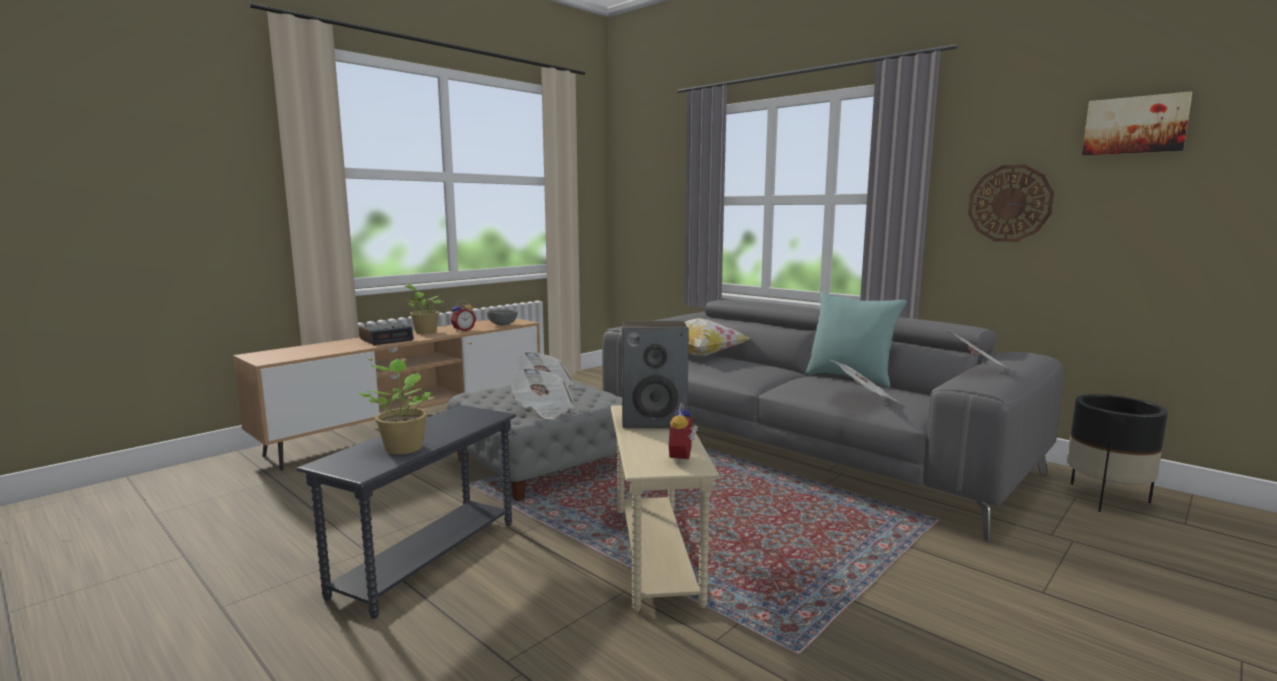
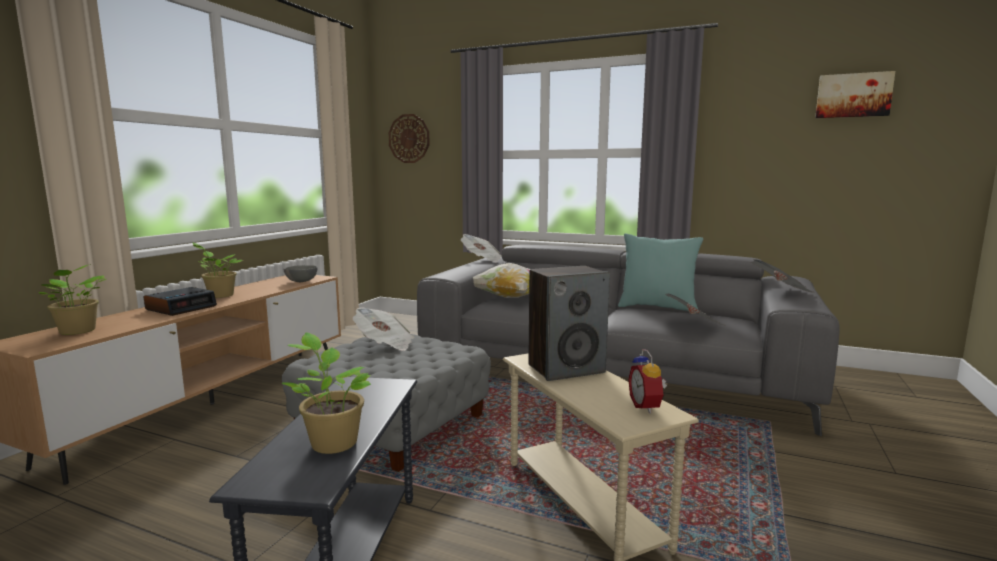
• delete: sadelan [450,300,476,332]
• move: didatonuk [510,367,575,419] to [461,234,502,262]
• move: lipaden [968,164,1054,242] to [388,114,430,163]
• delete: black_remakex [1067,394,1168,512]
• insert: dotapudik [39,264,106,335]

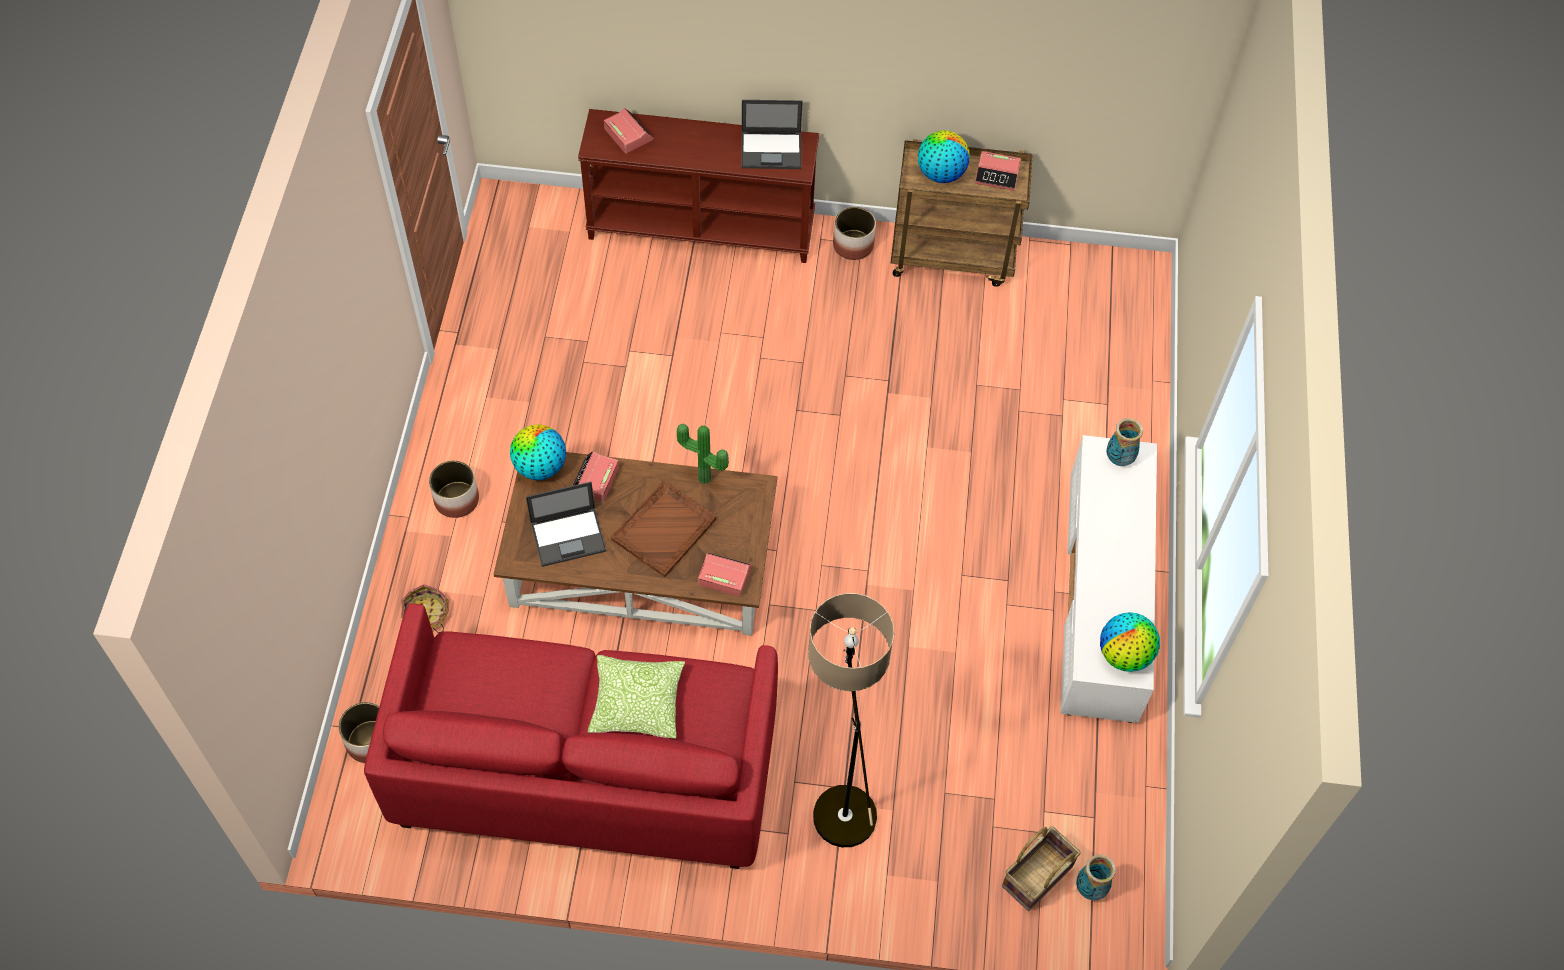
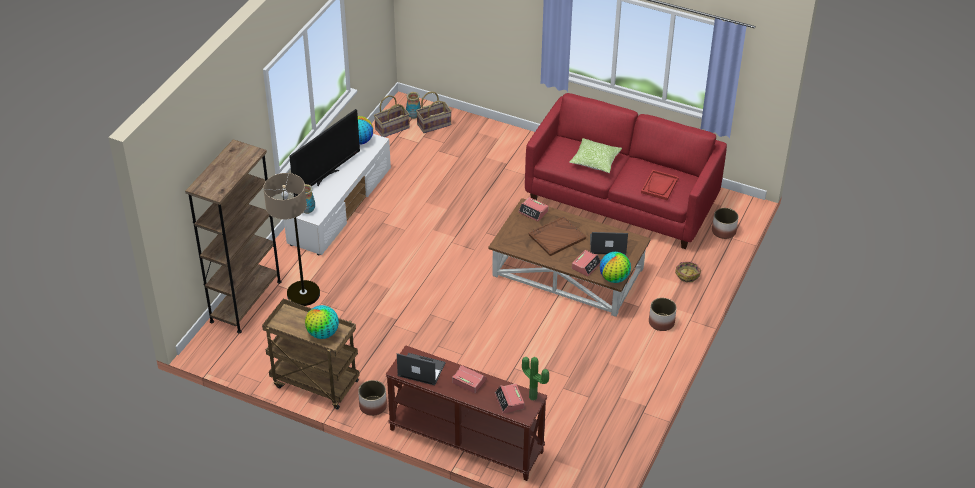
• move: dotapudik [677,424,729,484] to [522,357,549,401]
• move: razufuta [808,593,894,847] to [263,173,320,306]
• move: sadelan [975,151,1021,191] to [452,365,487,393]
• insert: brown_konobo [185,139,282,333]
• insert: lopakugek [289,109,360,197]
• insert: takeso [374,95,410,137]
• insert: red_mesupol [641,170,679,200]

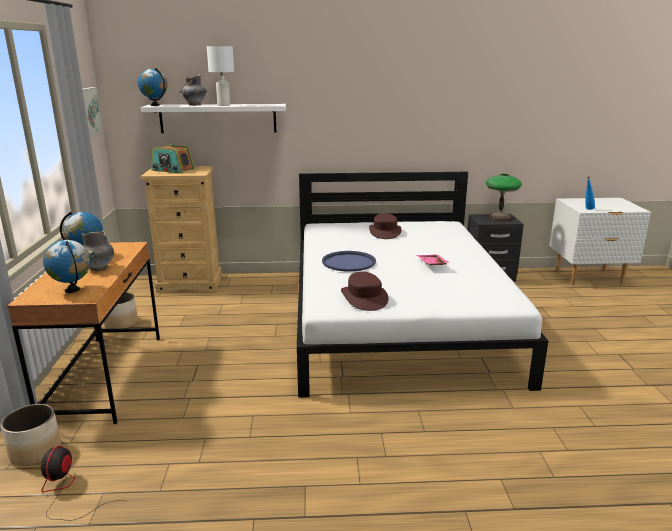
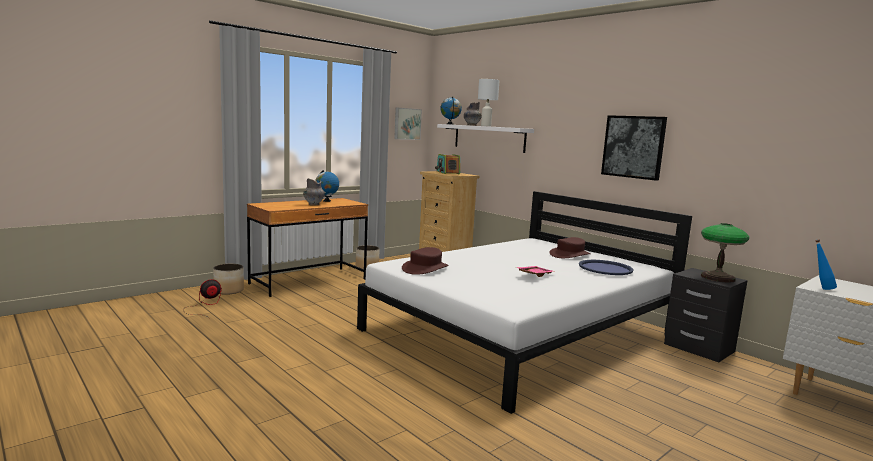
• delete: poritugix [43,240,91,293]
• move: blue_mesupol [322,251,376,272] to [579,260,634,275]
• insert: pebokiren [601,115,667,181]

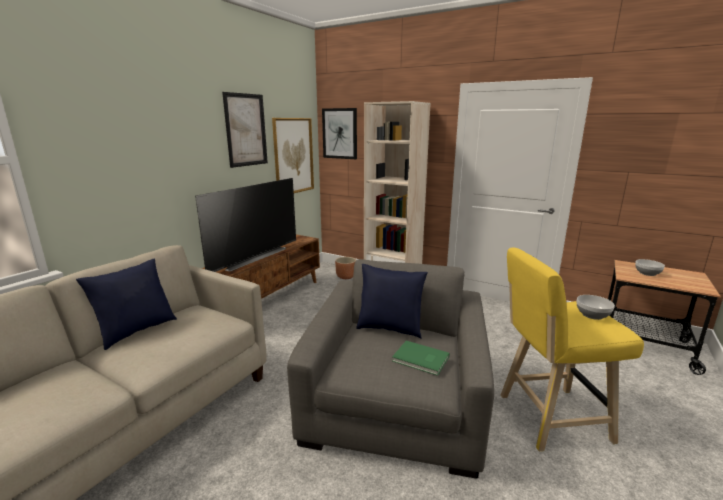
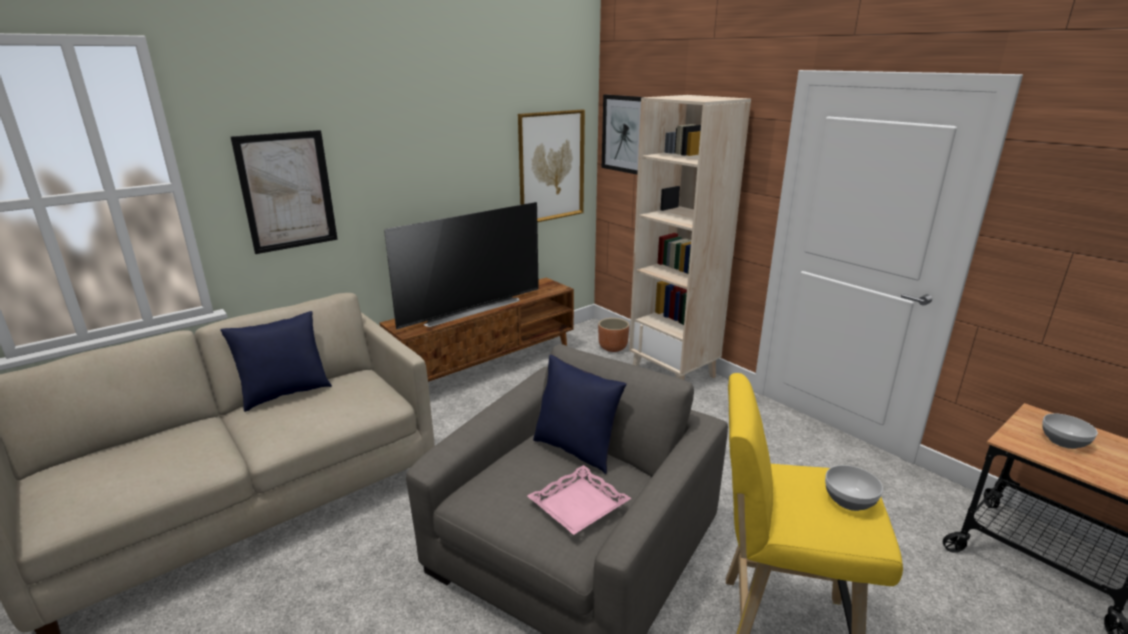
• move: pebokiren [222,92,268,168] to [231,130,338,254]
• replace: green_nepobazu [392,341,450,376] to pink_mesupol [527,465,632,535]

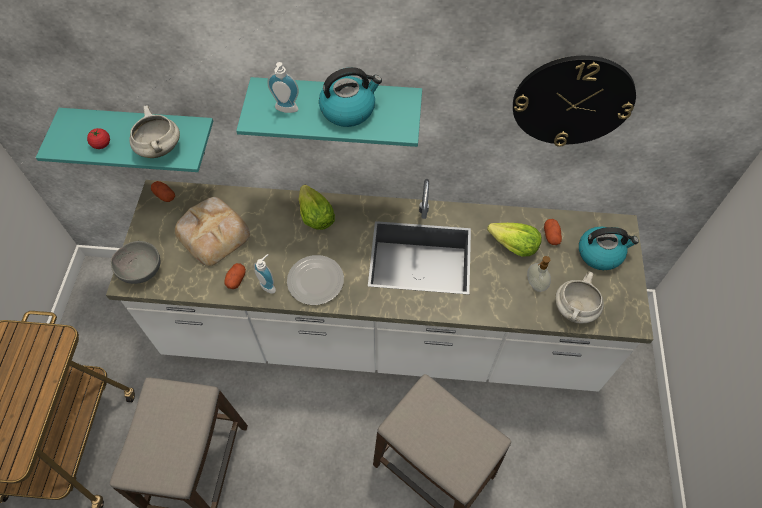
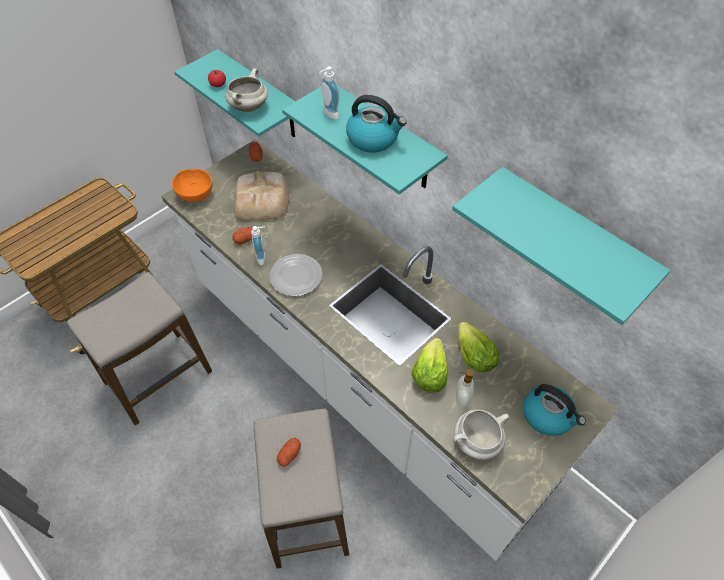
• recolor: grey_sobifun [111,241,160,284] to orange_sobifun [172,169,212,202]
• move: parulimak [298,185,335,230] to [411,338,448,393]
• replace: lipaden [513,56,636,147] to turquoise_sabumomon [452,167,671,325]
• move: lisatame [544,219,562,245] to [277,438,301,467]

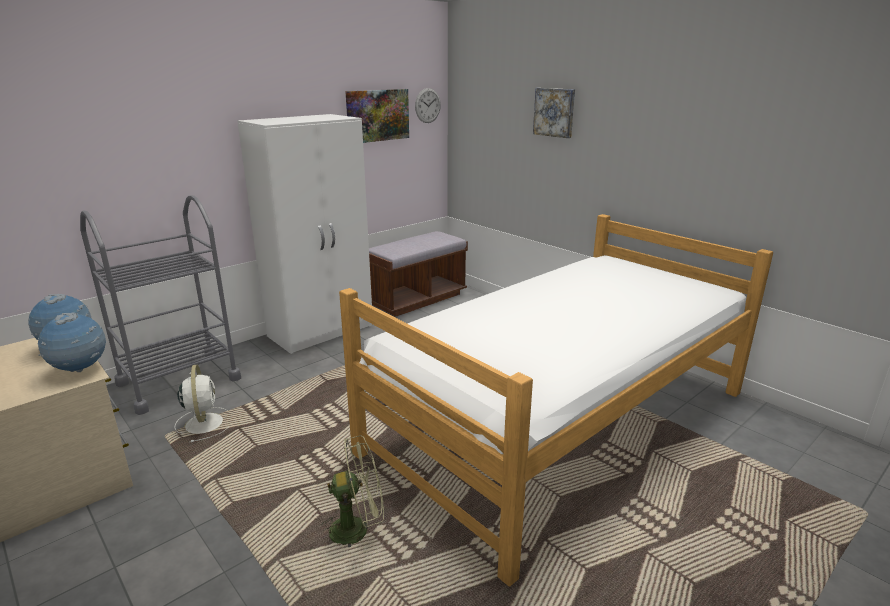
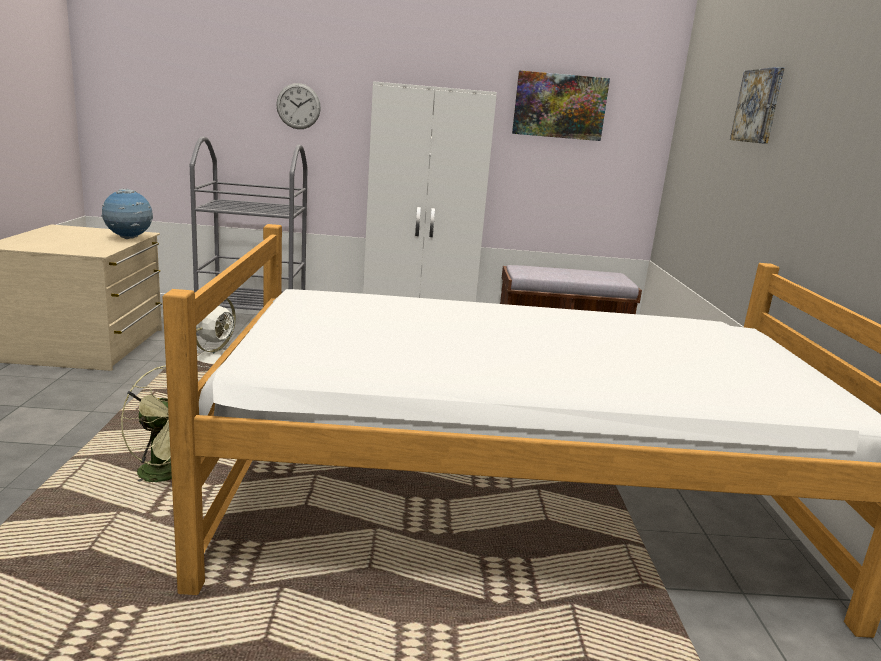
• delete: poritugix [38,312,107,372]
• move: lipaden [415,88,441,123] to [276,83,321,129]

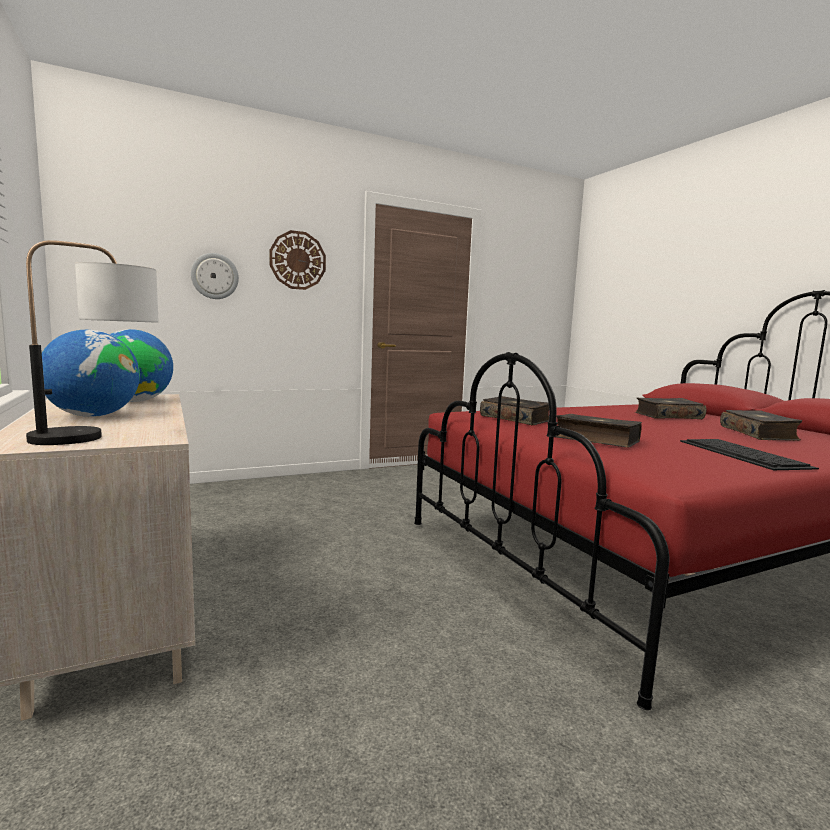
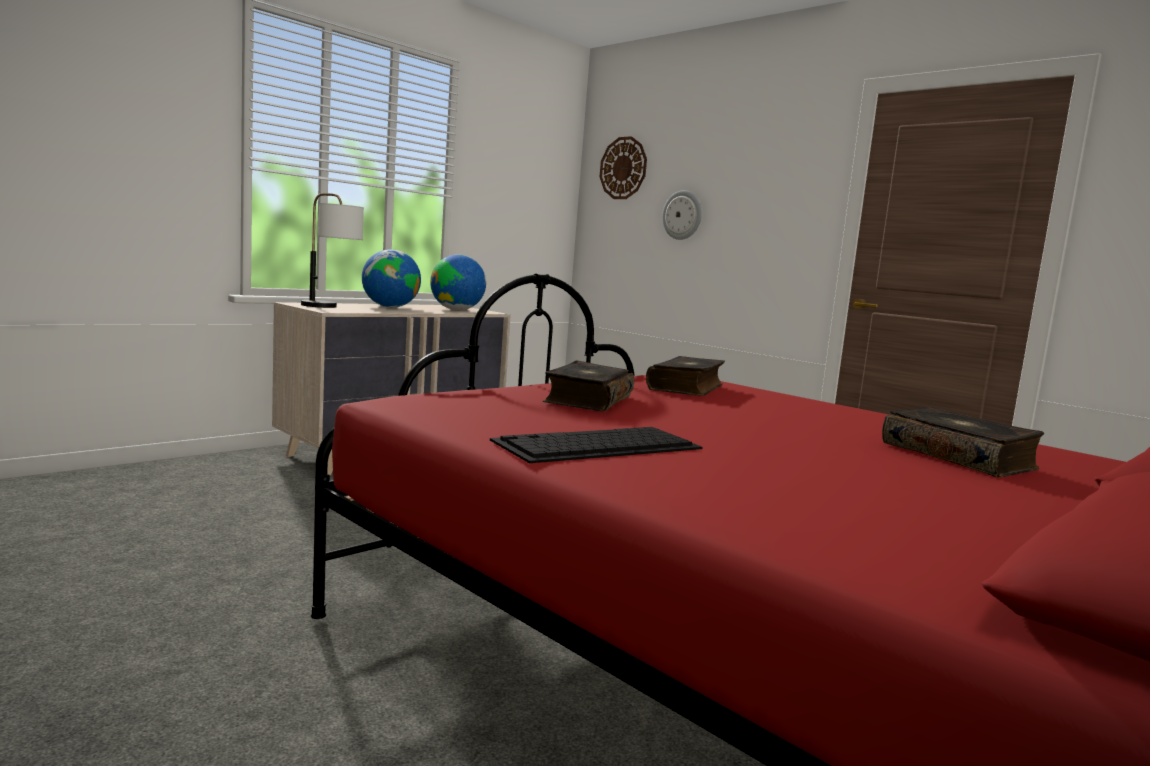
• move: lipaden [269,230,326,290] to [600,136,647,199]
• delete: nepobazu [720,410,803,441]

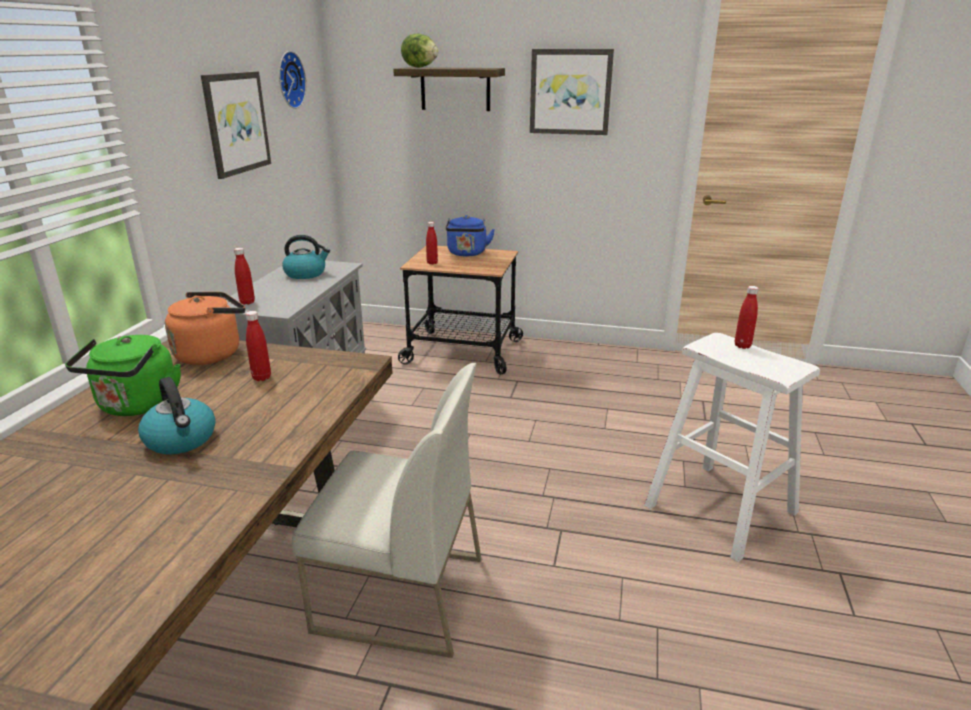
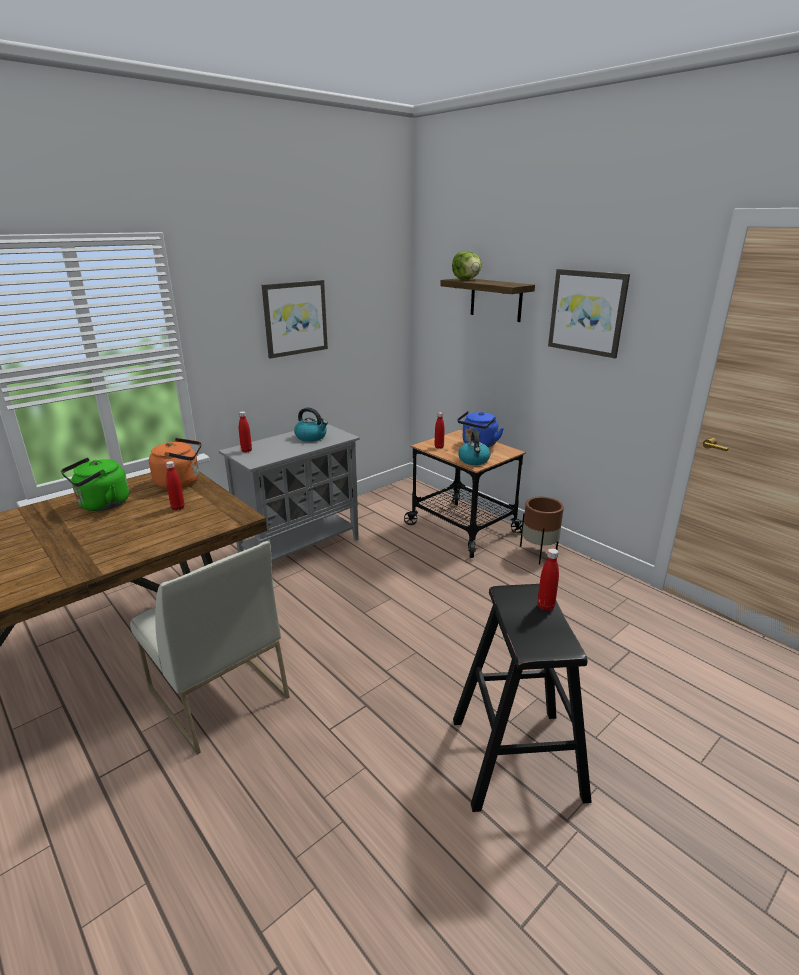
• move: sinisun [138,377,216,454] to [458,431,490,465]
• delete: lipaden [279,51,306,109]
• recolor: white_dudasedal [644,333,820,562] to black_dudasedal [453,584,592,812]
• insert: brown_remakex [520,496,564,564]

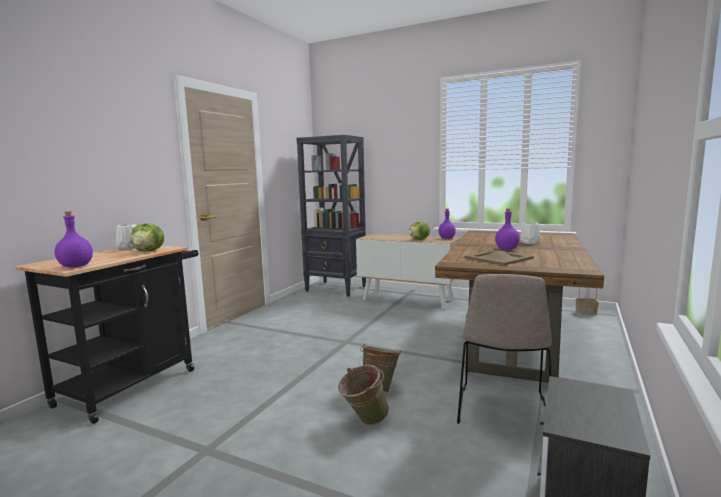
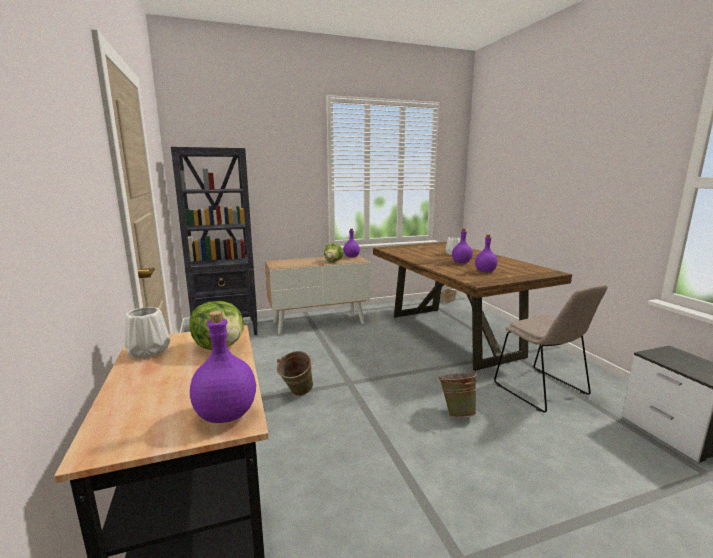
• move: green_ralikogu [338,365,389,425] to [277,351,313,396]
• replace: beige_mesupol [464,250,534,266] to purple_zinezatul [475,234,498,272]

